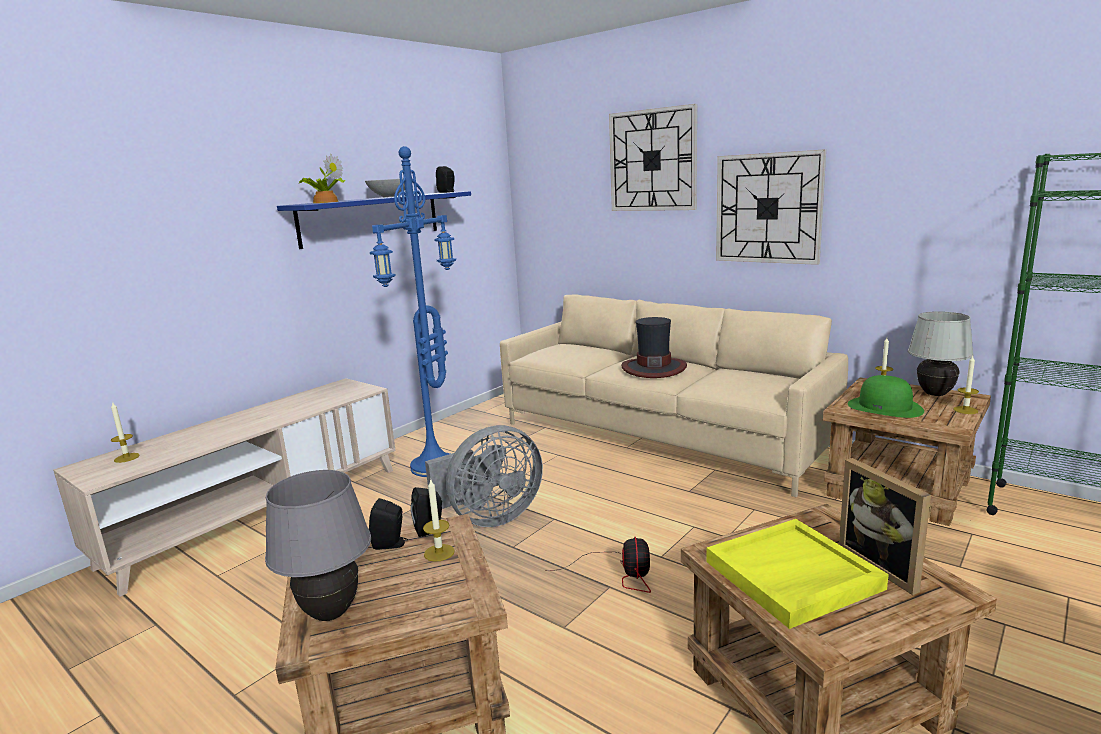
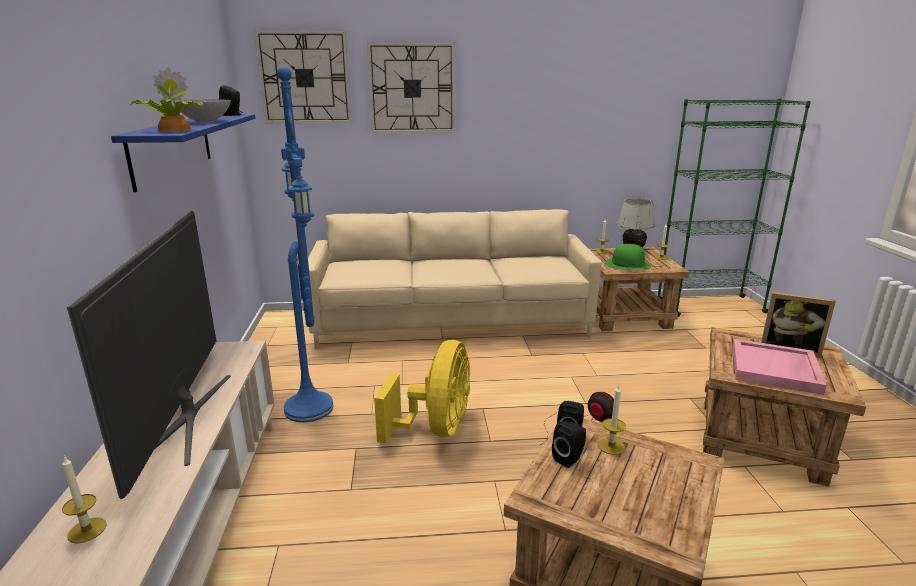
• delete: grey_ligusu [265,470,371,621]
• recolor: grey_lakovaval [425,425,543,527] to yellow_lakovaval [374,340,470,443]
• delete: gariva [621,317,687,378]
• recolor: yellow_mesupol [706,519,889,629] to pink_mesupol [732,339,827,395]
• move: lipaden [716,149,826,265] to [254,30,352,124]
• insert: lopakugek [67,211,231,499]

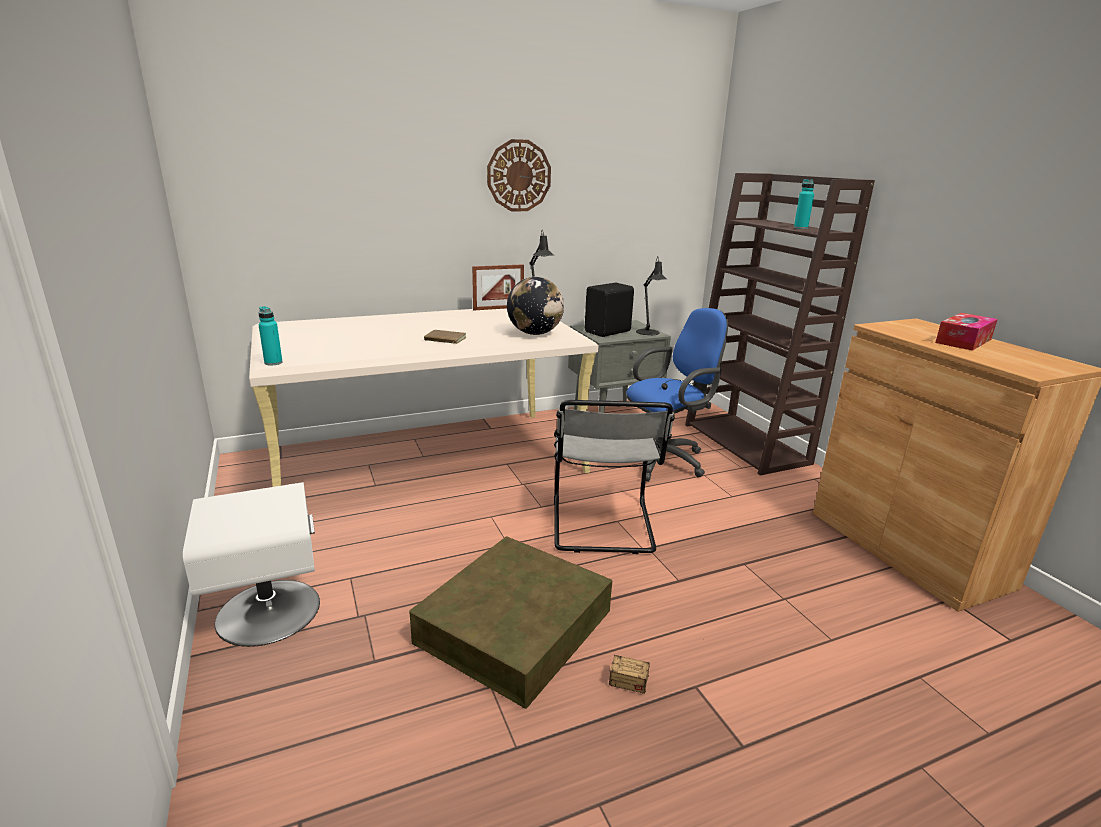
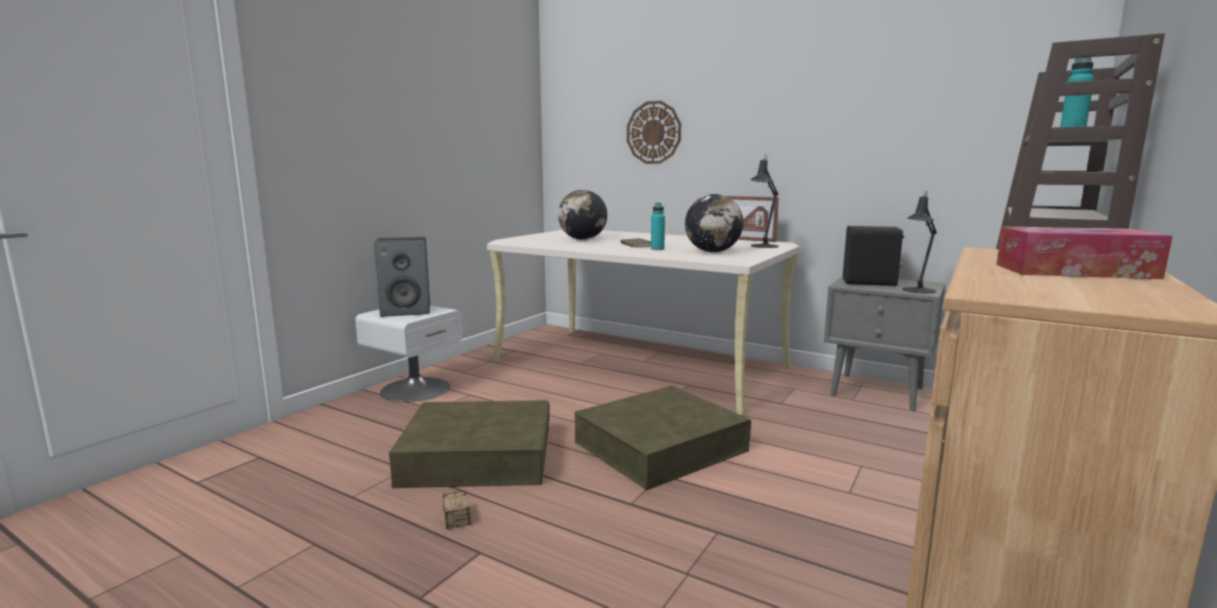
• move: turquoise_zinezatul [258,306,283,365] to [651,202,665,250]
• move: lipaden [487,139,551,211] to [627,101,681,164]
• replace: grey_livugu [554,400,675,554] to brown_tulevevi [575,386,751,490]
• delete: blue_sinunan [627,308,728,482]
• insert: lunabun [374,237,430,317]
• insert: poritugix [558,190,607,240]

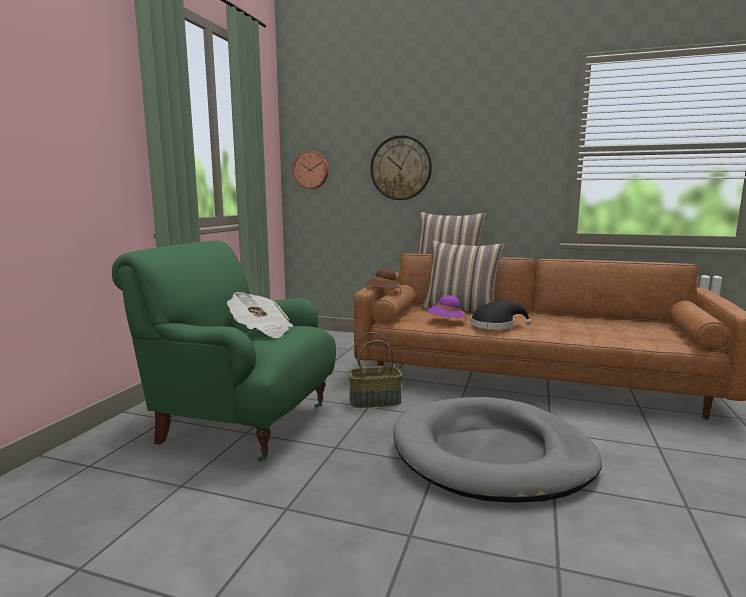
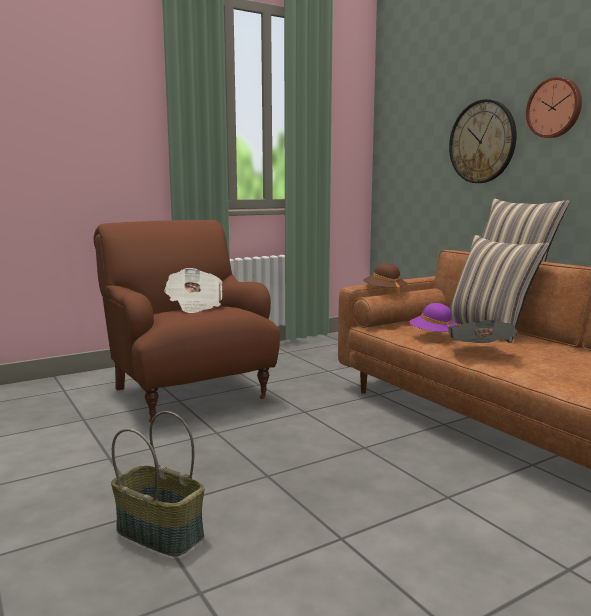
• recolor: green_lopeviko [112,241,336,462] to brown_lopeviko [94,220,280,423]
• move: lipaden [293,151,328,189] to [526,77,582,138]
• move: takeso [348,332,403,408] to [111,411,205,556]
• delete: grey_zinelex [393,397,602,503]
• replace: black_gariva [471,300,531,330] to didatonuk [447,320,518,343]

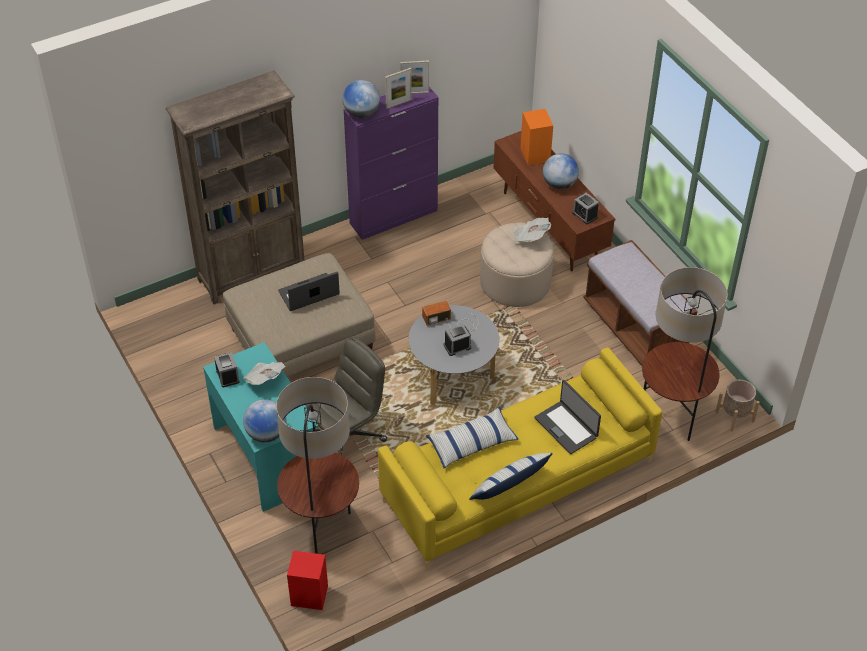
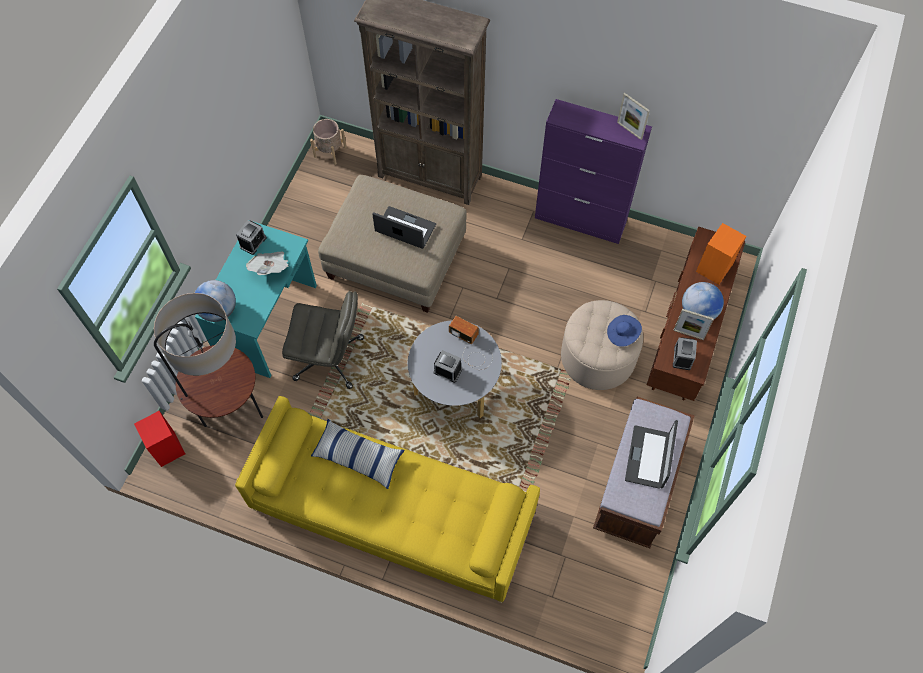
• delete: poritugix [342,80,380,118]
• move: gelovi [385,68,412,109] to [673,309,714,340]
• delete: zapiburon [469,453,553,500]
• replace: didatonuk [513,218,551,243] to blue_gariva [607,315,642,347]
• move: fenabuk [534,380,601,454] to [625,420,678,489]
• delete: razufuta [642,267,728,441]
• move: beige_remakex [715,380,760,432] to [310,119,346,165]

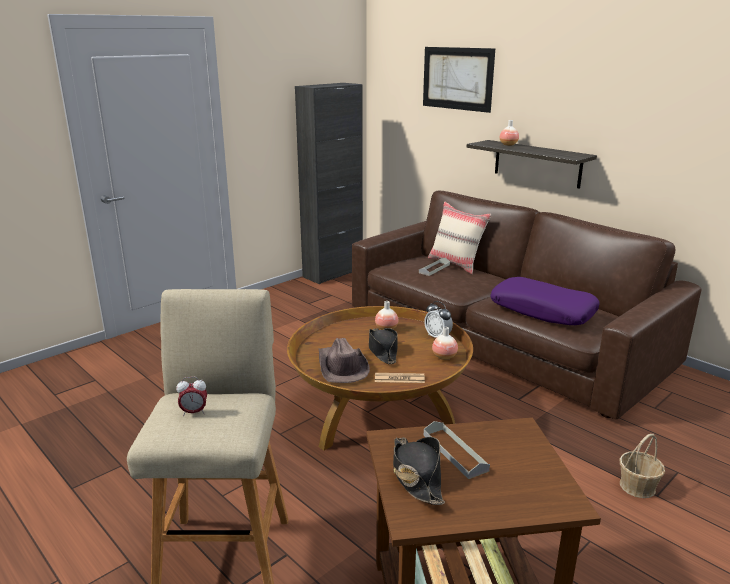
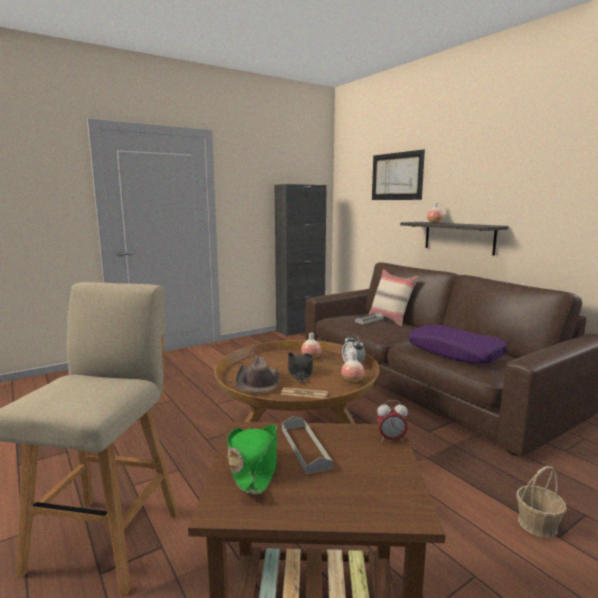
• move: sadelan [176,377,207,416] to [377,400,408,442]
• recolor: black_gariva [393,437,445,505] to green_gariva [227,424,277,495]

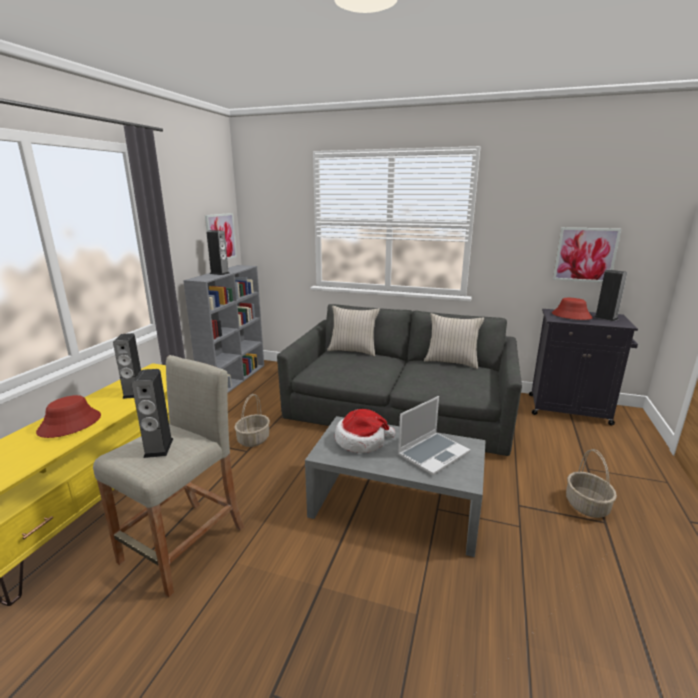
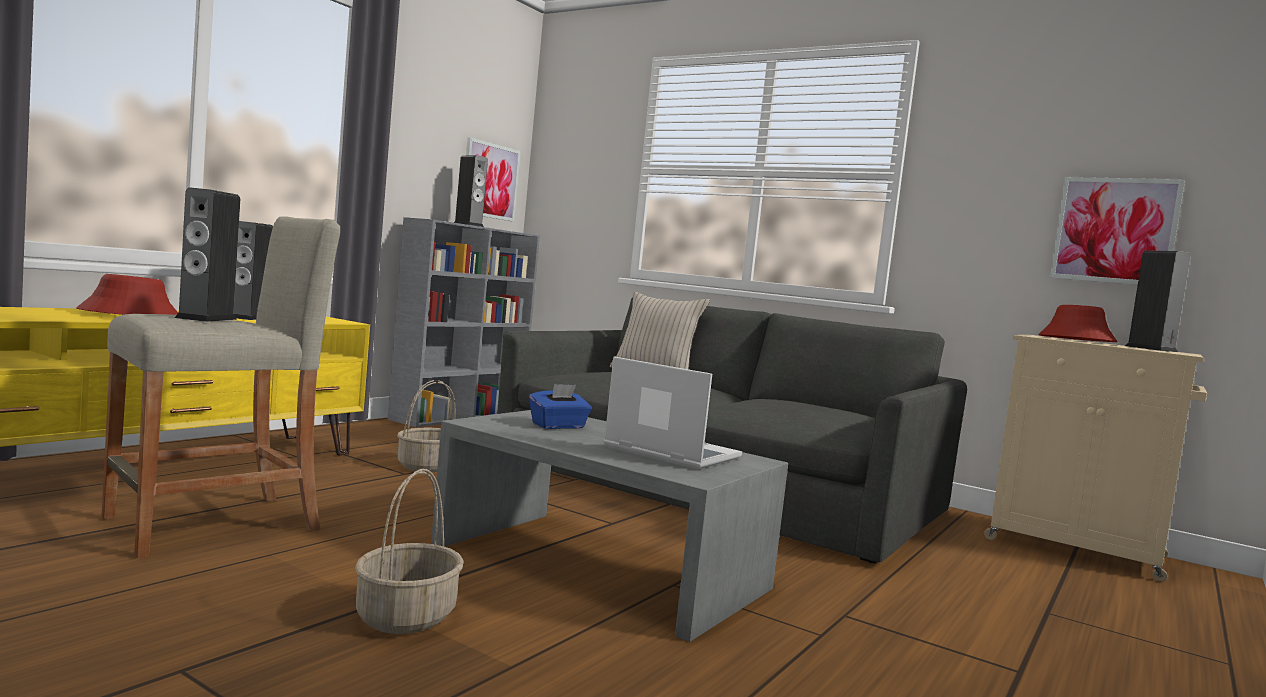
• replace: gariva [335,409,395,453] to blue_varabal [529,384,592,429]
• rotate: fenabuk [398,396,470,475] = [604,357,742,470] 120 degrees counterclockwise
• delete: beige_zapiburon [424,313,484,369]
• recolor: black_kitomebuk [529,309,638,425] to beige_kitomebuk [984,335,1207,582]
• move: takeso [566,449,617,518] to [355,469,463,634]

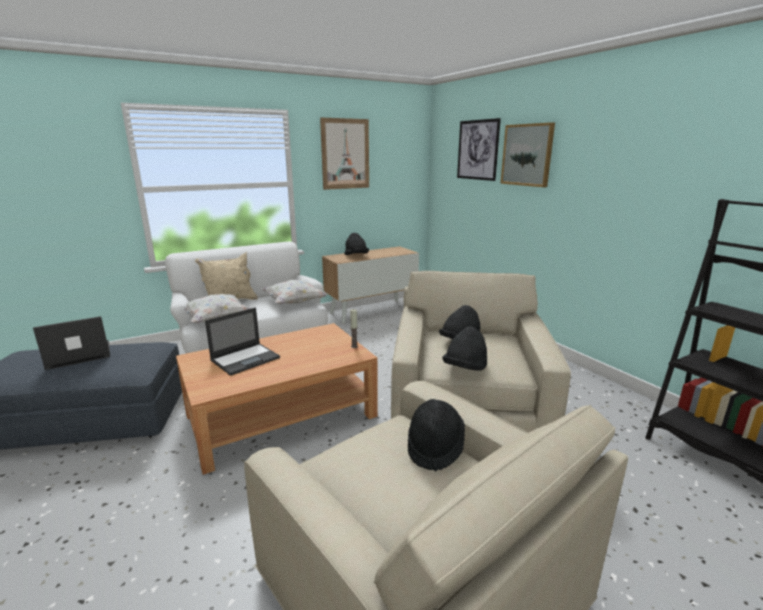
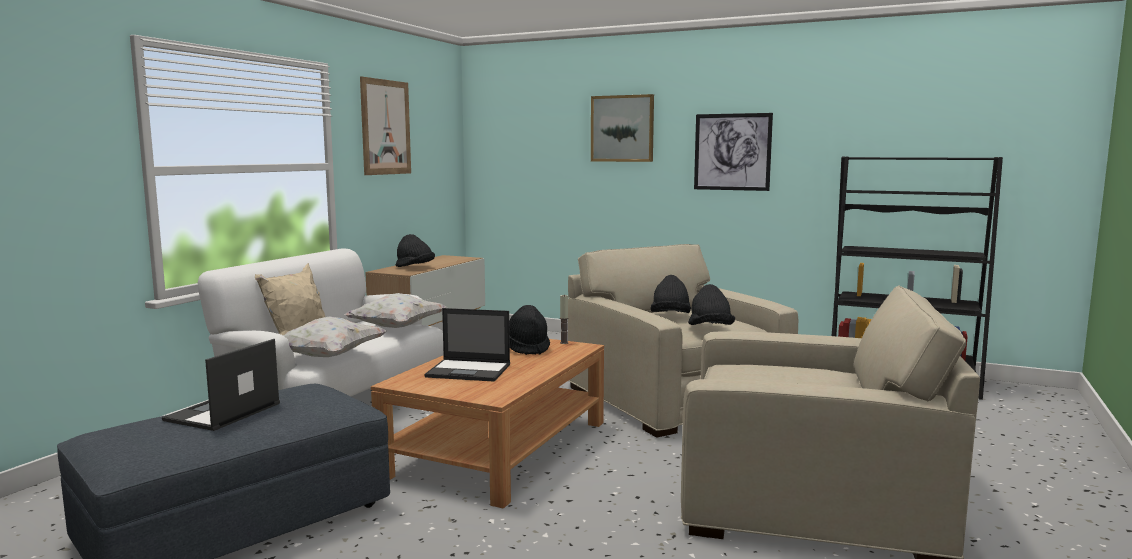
• rotate: fenabuk [205,307,280,376] = [424,308,510,382] 90 degrees clockwise
• move: black_gariva [408,399,465,471] to [509,305,550,355]
• move: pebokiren [457,118,501,181] to [694,113,773,191]

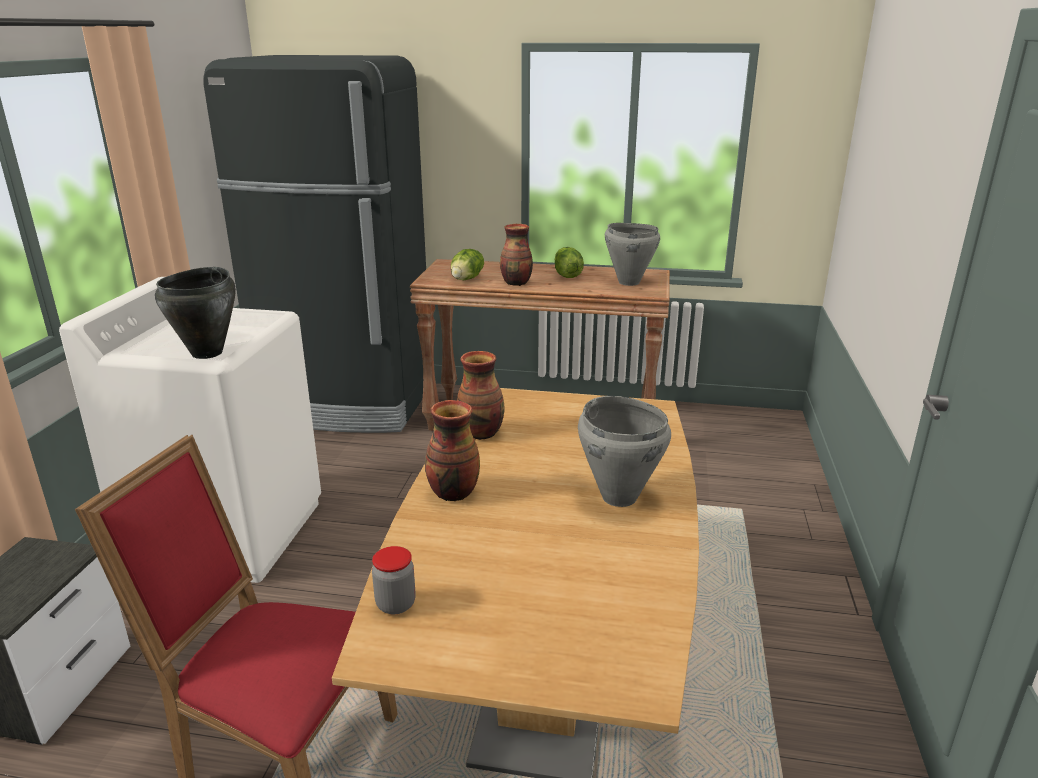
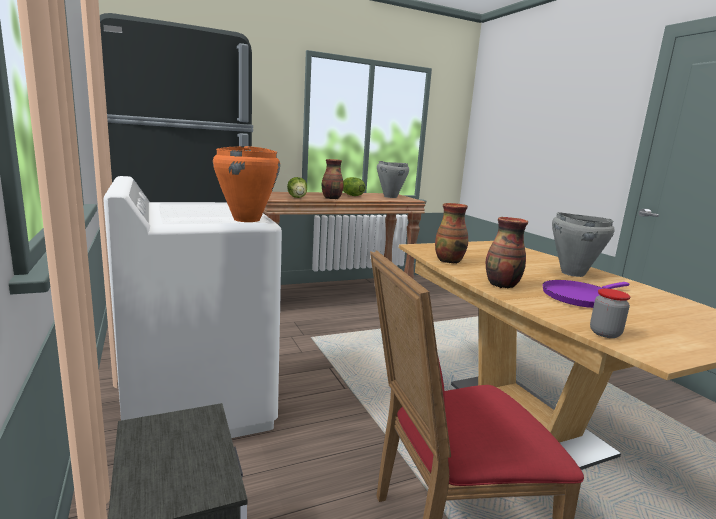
• recolor: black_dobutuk [155,267,236,359] to orange_dobutuk [213,146,280,222]
• insert: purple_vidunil [543,280,629,308]

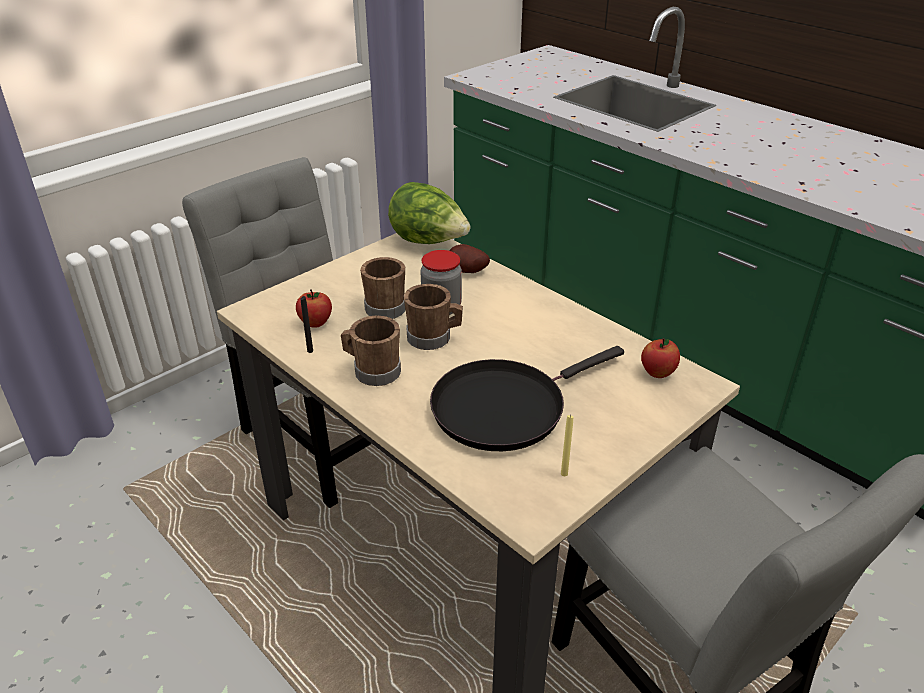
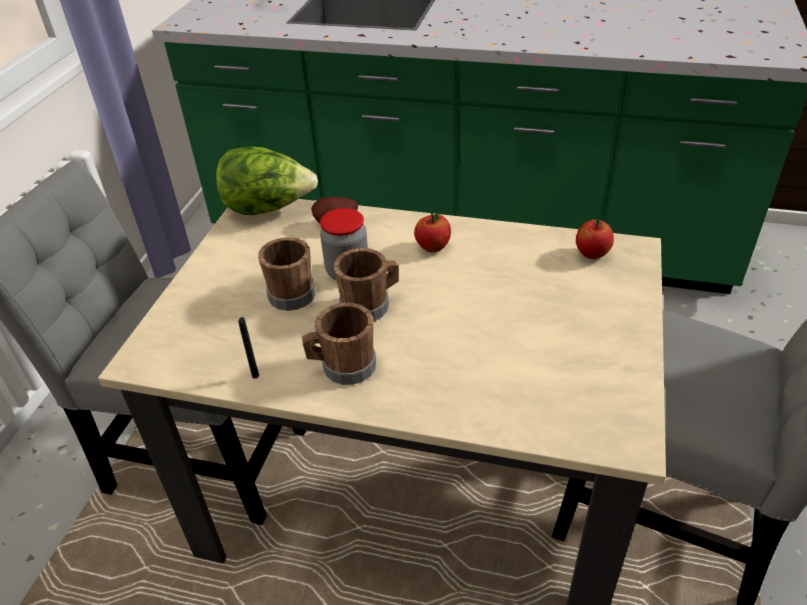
• move: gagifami [296,289,332,328] to [414,213,451,253]
• delete: black_vidunil [430,346,624,451]
• delete: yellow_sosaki [561,414,573,476]

